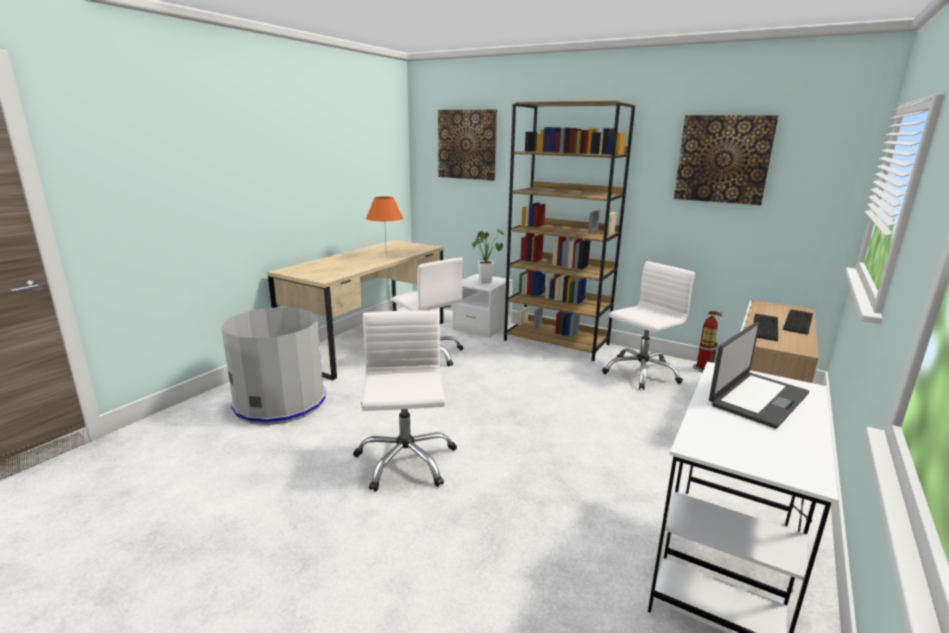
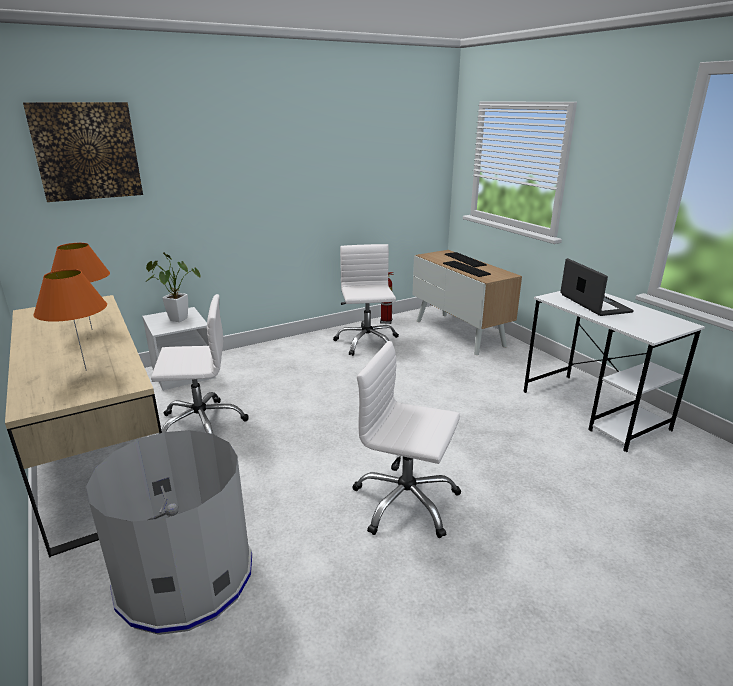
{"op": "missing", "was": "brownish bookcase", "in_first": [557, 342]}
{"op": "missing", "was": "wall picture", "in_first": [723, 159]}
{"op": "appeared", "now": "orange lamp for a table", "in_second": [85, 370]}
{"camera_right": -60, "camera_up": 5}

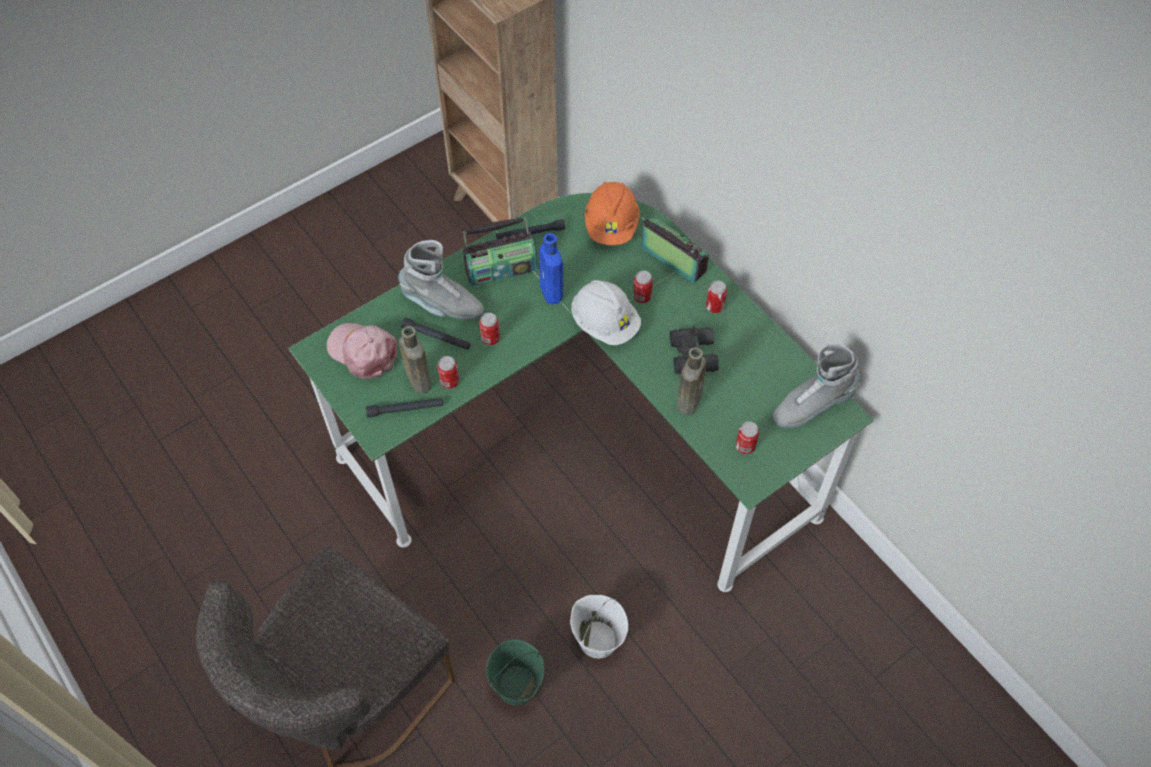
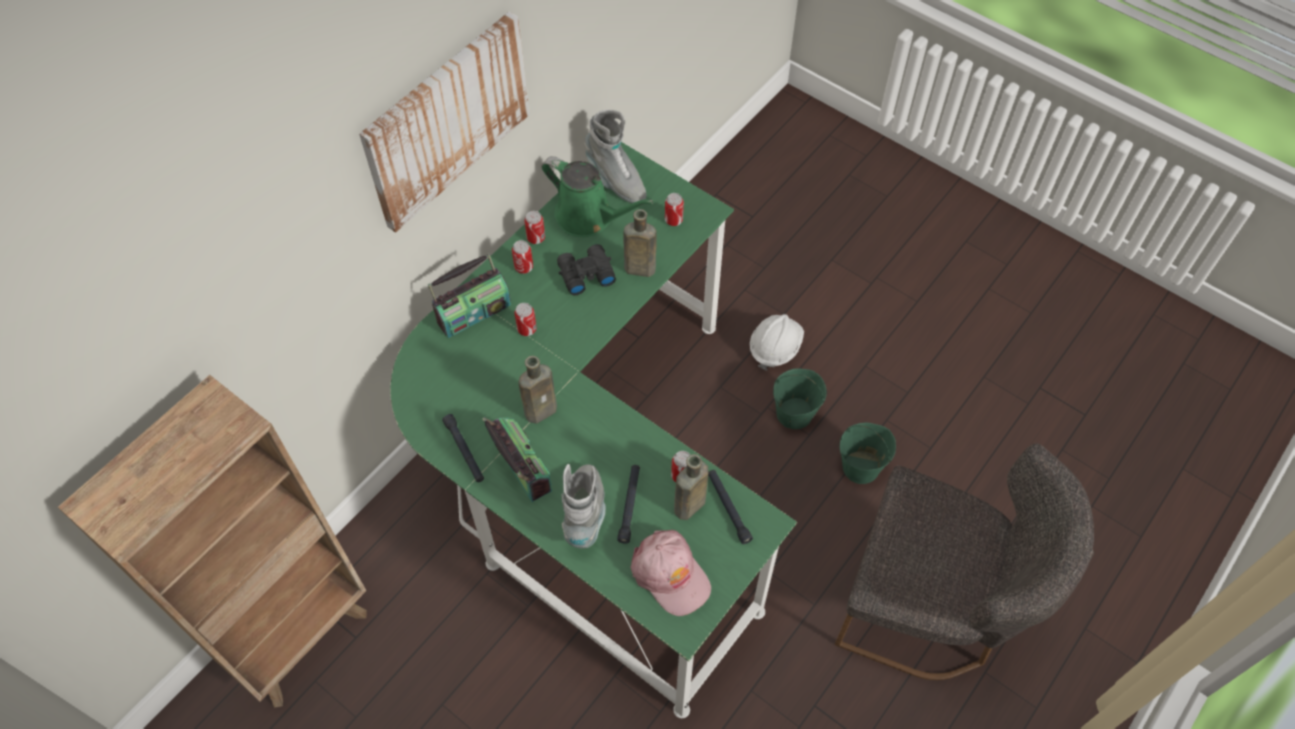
{"op": "spun", "was": "pinkish cap", "in_first": [363, 352], "in_second": [670, 574], "clockwise": -60}
{"op": "relocated", "was": "metal can", "in_first": [490, 339], "in_second": [536, 238]}
{"op": "colour", "was": "bluish beverage bottle", "now": "brownish beverage bottle", "in_first": [552, 294], "in_second": [543, 409]}
{"op": "colour", "was": "white water bucket", "now": "green water bucket", "in_first": [597, 639], "in_second": [794, 414]}
{"op": "relocated", "was": "white hard hat", "in_first": [605, 323], "in_second": [775, 347]}
{"op": "missing", "was": "orange hard hat", "in_first": [611, 225]}
{"op": "spun", "was": "radio receiver", "in_first": [672, 260], "in_second": [473, 312], "clockwise": -150}
{"op": "appeared", "now": "wall picture", "in_second": [447, 120]}
{"op": "appeared", "now": "green watering can", "in_second": [589, 217]}
{"camera_right": -105, "camera_up": 0}

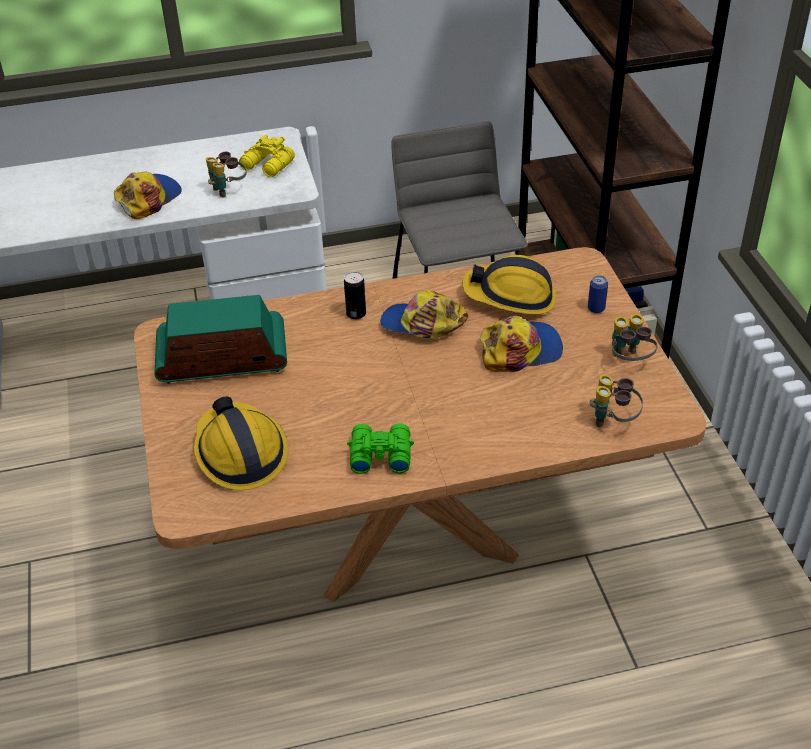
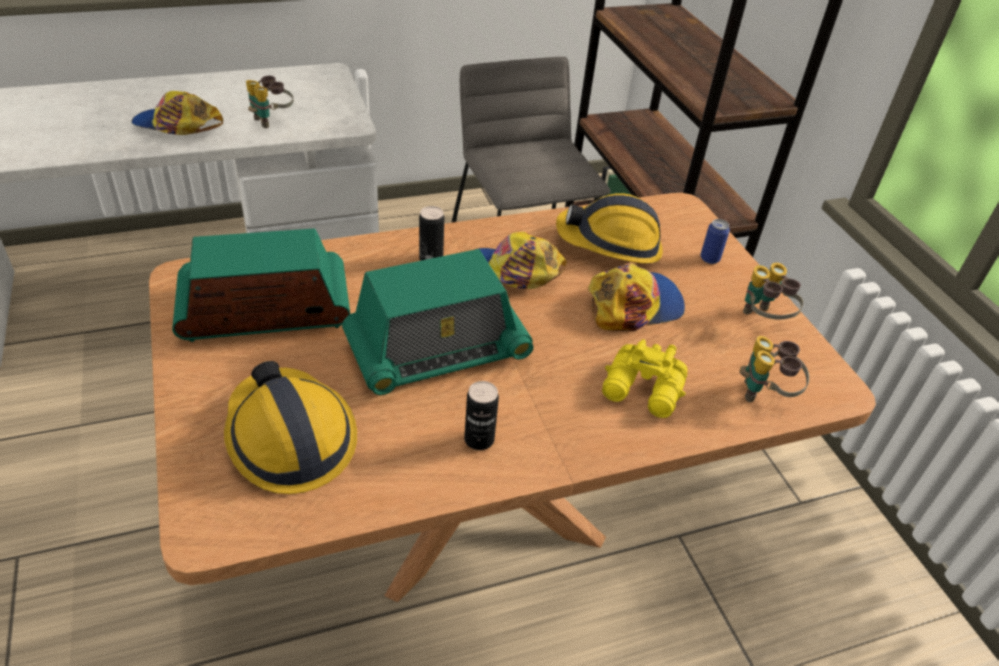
{"op": "spun", "was": "cap", "in_first": [148, 198], "in_second": [177, 126], "clockwise": -105}
{"op": "relocated", "was": "yellow-coloured field glasses", "in_first": [267, 166], "in_second": [643, 391]}
{"op": "exchanged", "was": "green field glasses", "now": "metal can", "in_first": [379, 454], "in_second": [479, 439]}
{"op": "appeared", "now": "radio receiver", "in_second": [437, 350]}
{"camera_right": -10, "camera_up": 0}

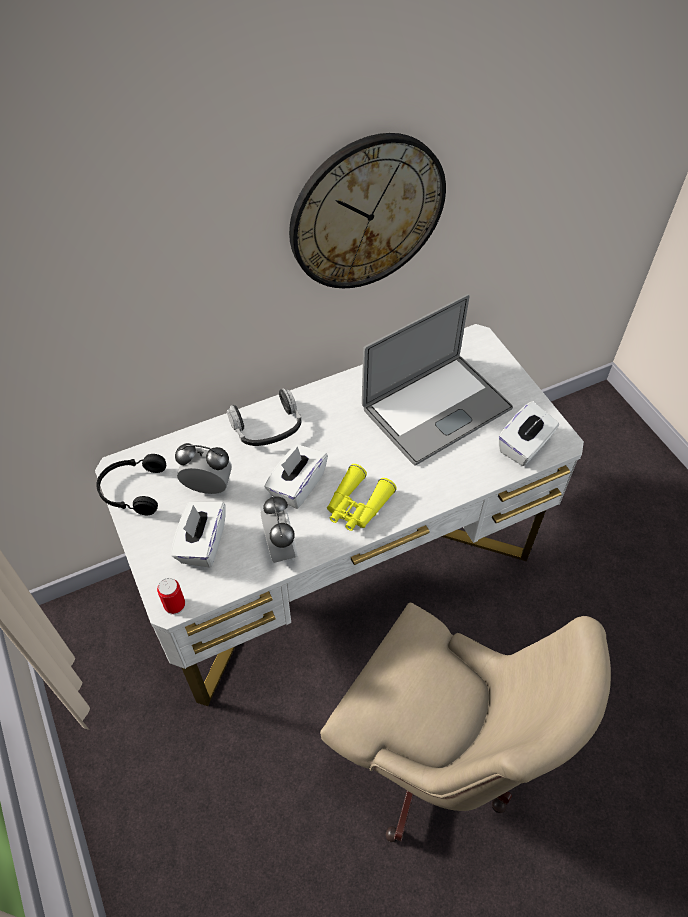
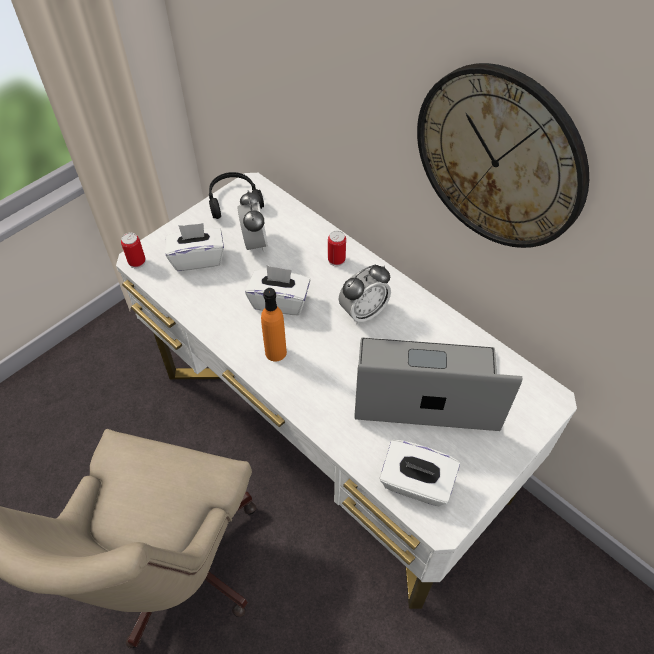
{"op": "exchanged", "was": "headset", "now": "metal can", "in_first": [267, 426], "in_second": [336, 260]}
{"op": "relocated", "was": "table clock", "in_first": [281, 549], "in_second": [363, 312]}
{"op": "exchanged", "was": "yellow-coloured field glasses", "now": "orange beverage bottle", "in_first": [357, 505], "in_second": [275, 352]}
{"op": "spun", "was": "laptop", "in_first": [436, 408], "in_second": [426, 386], "clockwise": 150}
{"camera_right": 70, "camera_up": 0}

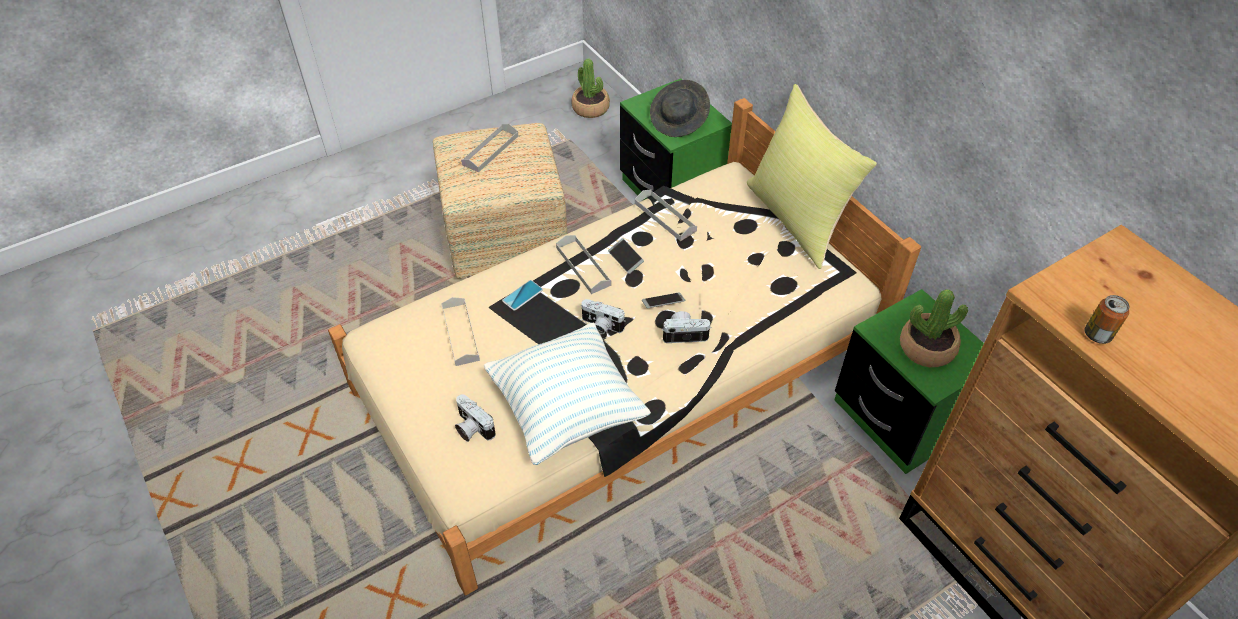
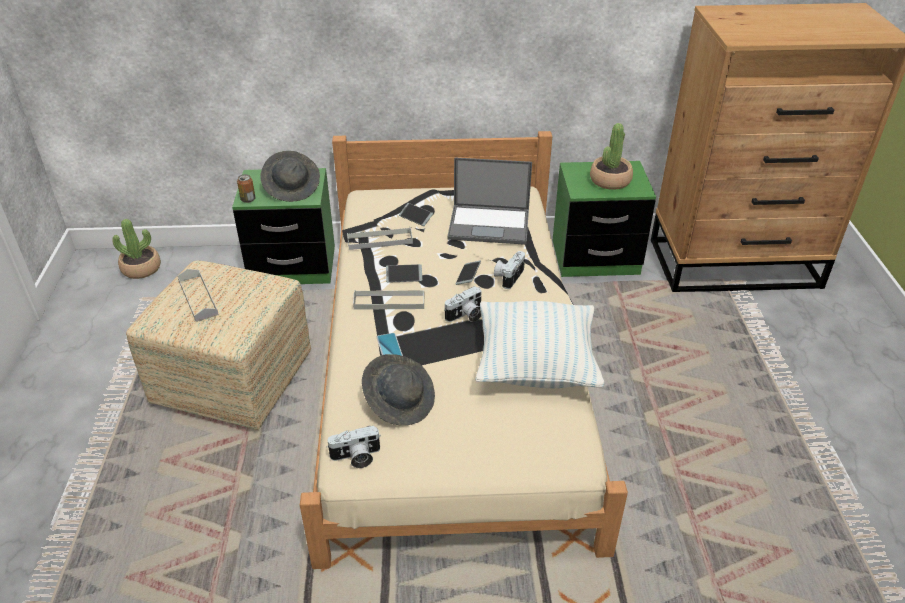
{"op": "exchanged", "was": "greyish serving tray", "now": "greyish wearable hat", "in_first": [460, 334], "in_second": [400, 401]}
{"op": "relocated", "was": "photo camera", "in_first": [472, 428], "in_second": [356, 457]}
{"op": "missing", "was": "yellow-coloured pillow", "in_first": [797, 219]}
{"op": "relocated", "was": "metal can", "in_first": [1097, 335], "in_second": [248, 199]}
{"op": "appeared", "now": "phone", "in_second": [416, 217]}
{"op": "appeared", "now": "laptop", "in_second": [490, 224]}
{"camera_right": -60, "camera_up": -10}

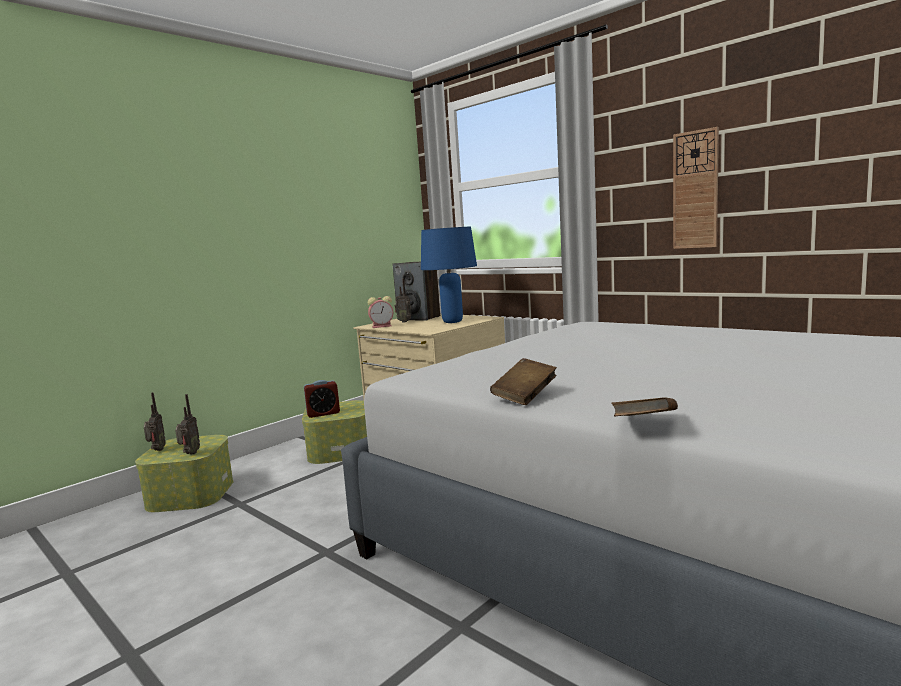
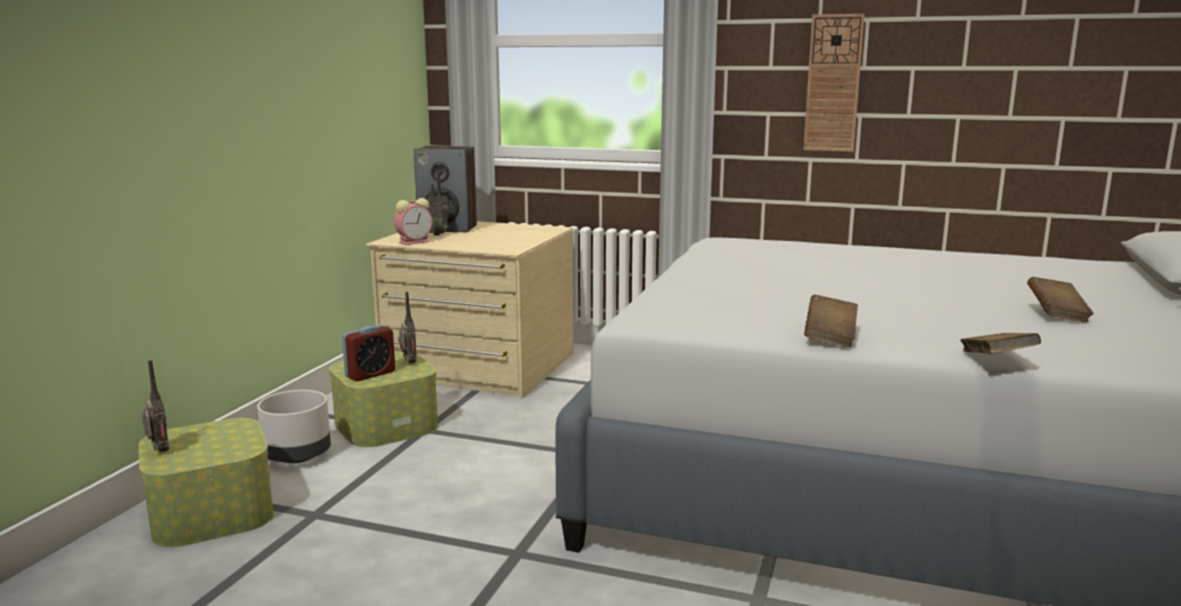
{"op": "relocated", "was": "radio receiver", "in_first": [189, 454], "in_second": [408, 363]}
{"op": "missing", "was": "bluish lamp for a table", "in_first": [452, 322]}
{"op": "appeared", "now": "greyish planter", "in_second": [298, 456]}
{"op": "appeared", "now": "brownish volume", "in_second": [1056, 315]}
{"camera_right": -25, "camera_up": 5}

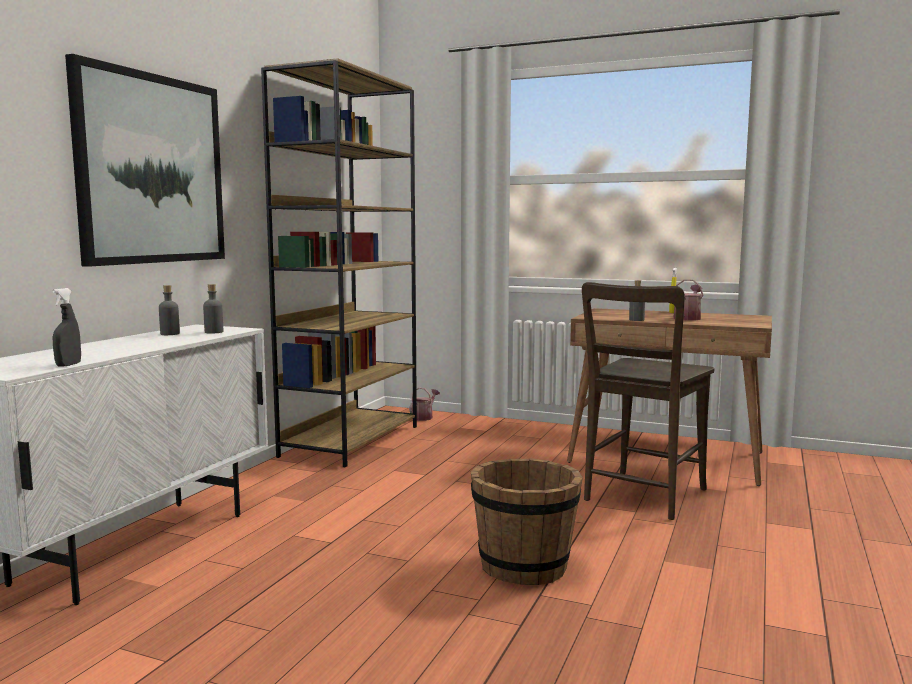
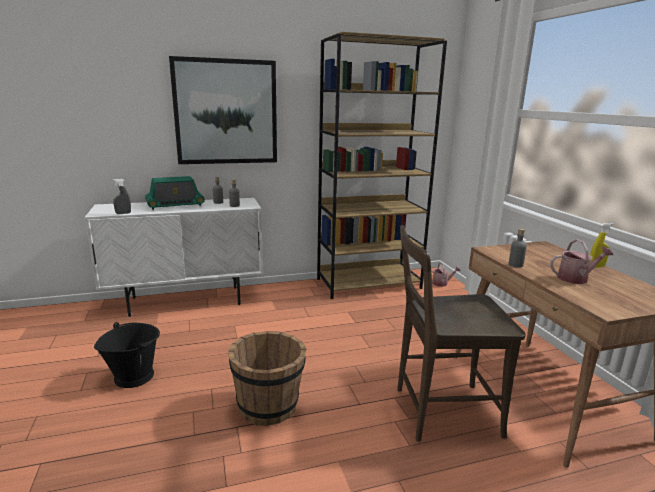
{"op": "appeared", "now": "blackish water bucket", "in_second": [134, 376]}
{"op": "appeared", "now": "radio receiver", "in_second": [175, 205]}
{"camera_right": 50, "camera_up": 10}

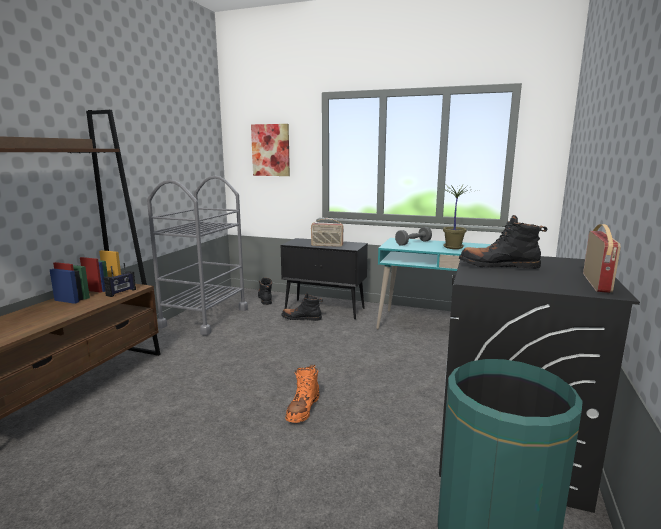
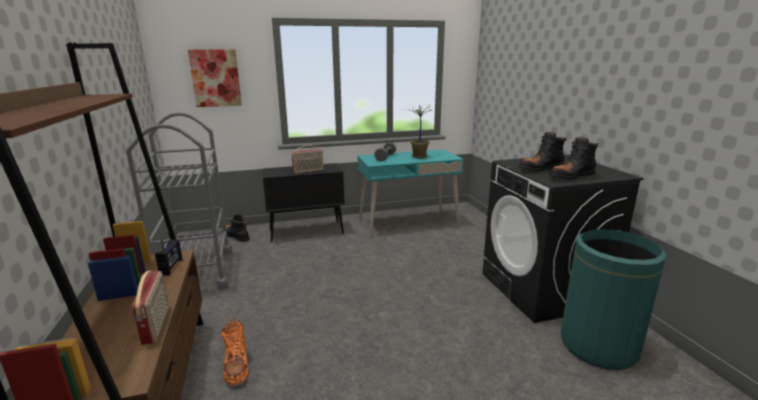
{"op": "relocated", "was": "blackish high-top boot", "in_first": [301, 318], "in_second": [571, 176]}
{"op": "relocated", "was": "orange high-top boot", "in_first": [303, 409], "in_second": [236, 365]}
{"op": "relocated", "was": "radio receiver", "in_first": [597, 283], "in_second": [157, 324]}
{"camera_right": -35, "camera_up": 5}

